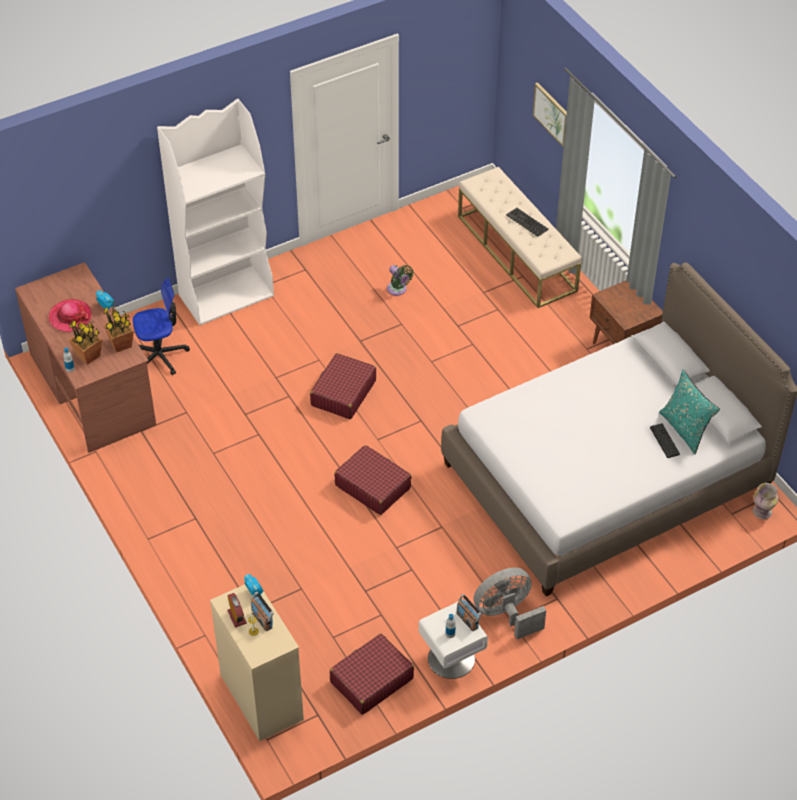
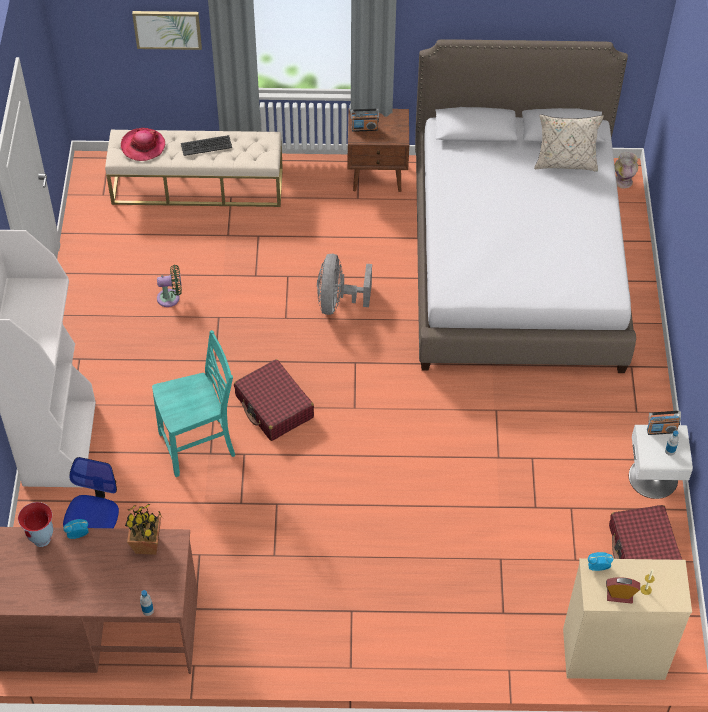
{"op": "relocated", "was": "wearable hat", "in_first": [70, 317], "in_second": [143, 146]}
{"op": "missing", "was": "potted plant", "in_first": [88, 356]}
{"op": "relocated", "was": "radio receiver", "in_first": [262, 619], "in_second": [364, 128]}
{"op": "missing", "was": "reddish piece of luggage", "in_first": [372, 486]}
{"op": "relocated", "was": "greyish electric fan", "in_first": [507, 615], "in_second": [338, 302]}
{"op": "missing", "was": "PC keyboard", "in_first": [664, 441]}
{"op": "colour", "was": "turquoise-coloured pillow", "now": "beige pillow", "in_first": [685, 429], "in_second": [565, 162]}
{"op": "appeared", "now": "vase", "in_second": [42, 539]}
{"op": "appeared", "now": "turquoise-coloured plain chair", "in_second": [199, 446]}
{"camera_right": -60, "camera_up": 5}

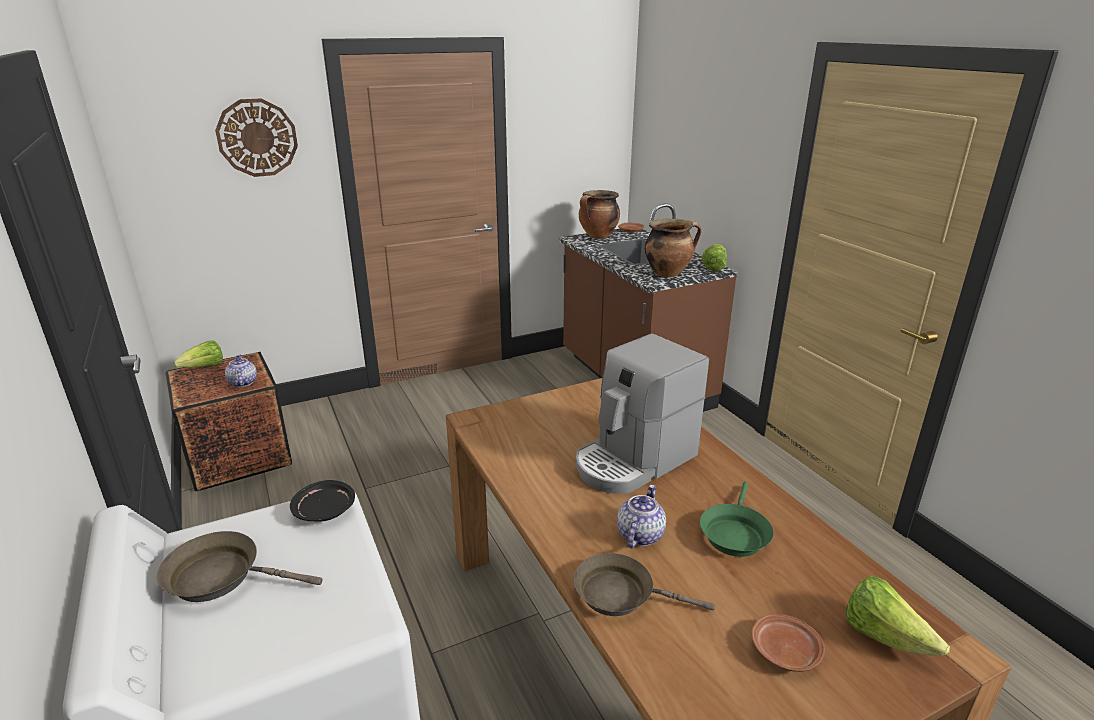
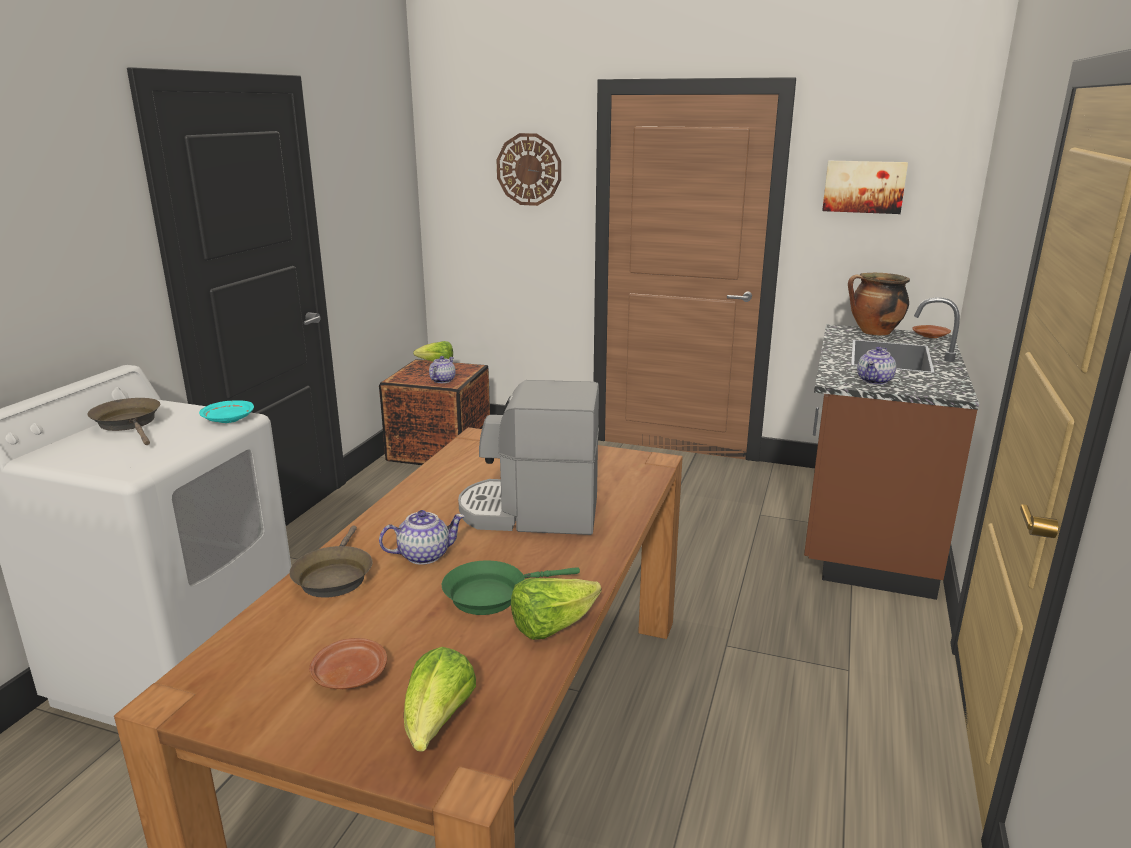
{"op": "colour", "was": "blackish dinner plate", "now": "turquoise-coloured dinner plate", "in_first": [324, 510], "in_second": [228, 419]}
{"op": "spun", "was": "brownish pan", "in_first": [620, 594], "in_second": [334, 576], "clockwise": -150}
{"op": "exchanged", "was": "saucepot", "now": "teapot", "in_first": [668, 273], "in_second": [875, 381]}
{"op": "relocated", "was": "lettuce", "in_first": [714, 267], "in_second": [552, 626]}
{"op": "appeared", "now": "wall picture", "in_second": [864, 186]}
{"camera_right": 45, "camera_up": -5}

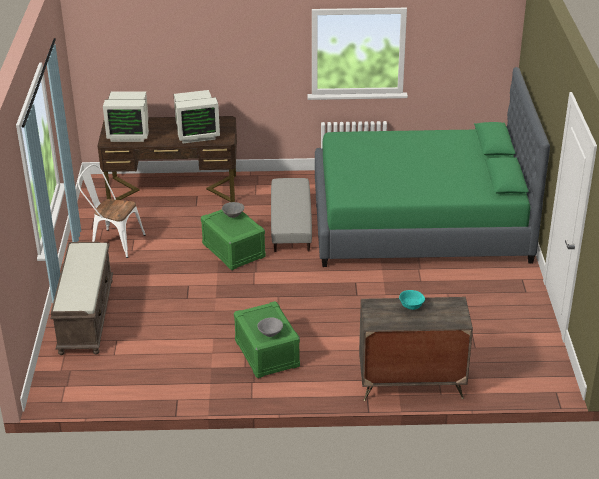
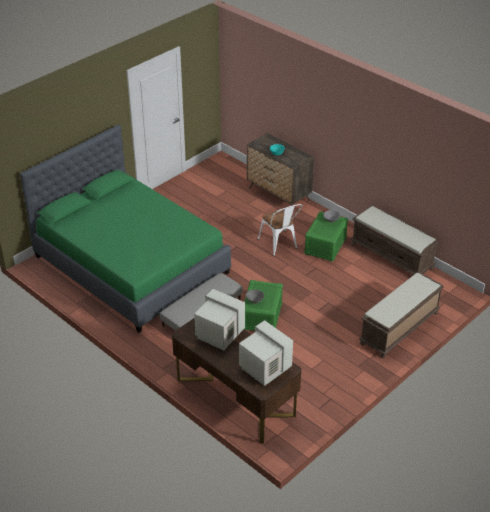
{"op": "relocated", "was": "white plain chair", "in_first": [113, 241], "in_second": [280, 245]}
{"op": "appeared", "now": "brownish long seat", "in_second": [392, 256]}
{"camera_right": -135, "camera_up": 5}

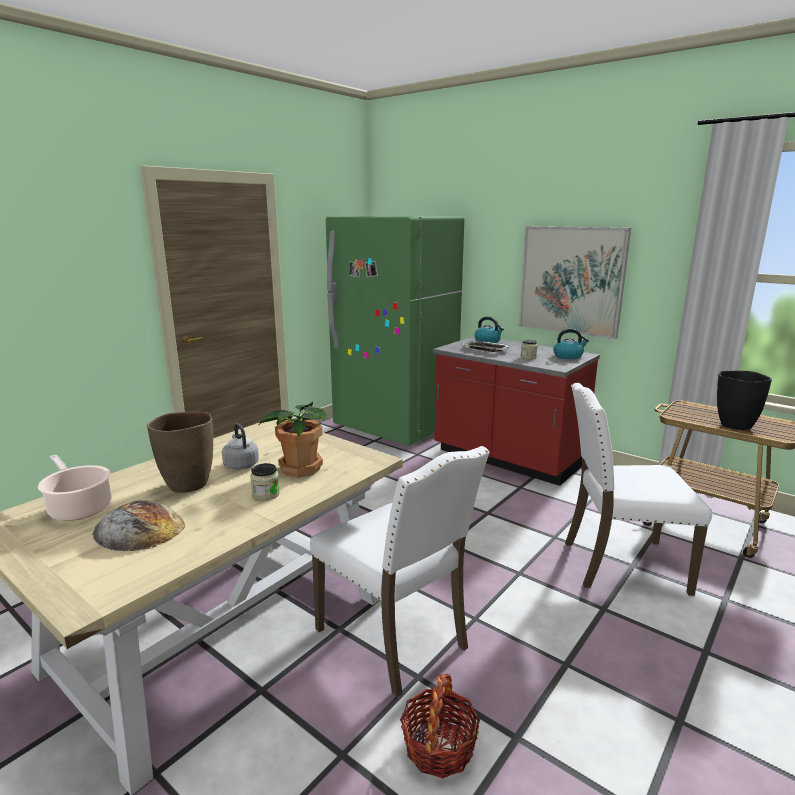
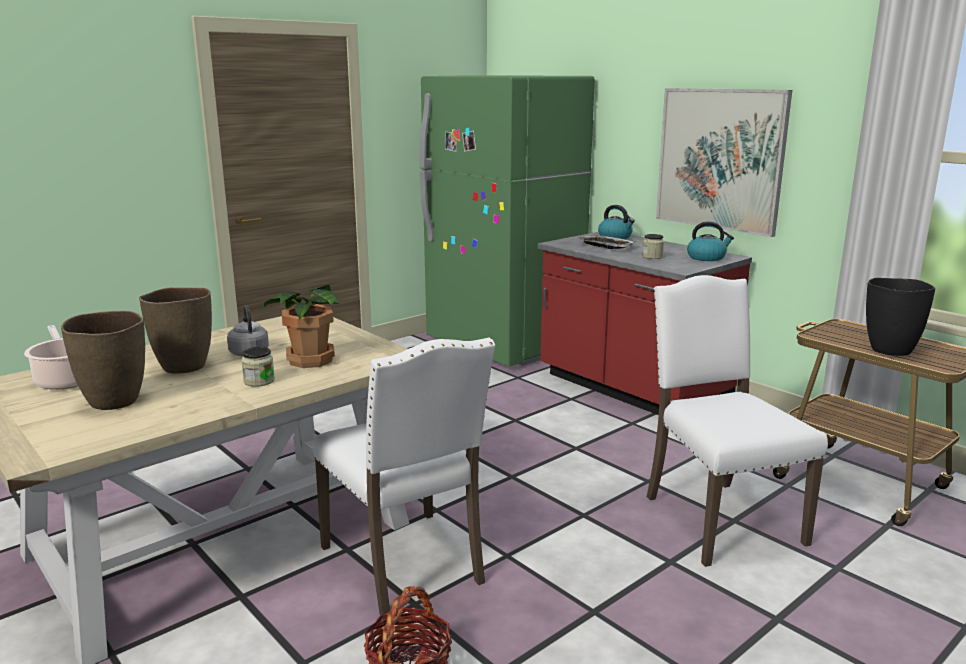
{"op": "exchanged", "was": "bakery bread", "now": "brownish vase", "in_first": [139, 529], "in_second": [115, 402]}
{"op": "spun", "was": "white plain chair", "in_first": [620, 565], "in_second": [718, 518], "clockwise": 60}
{"camera_right": 10, "camera_up": 0}

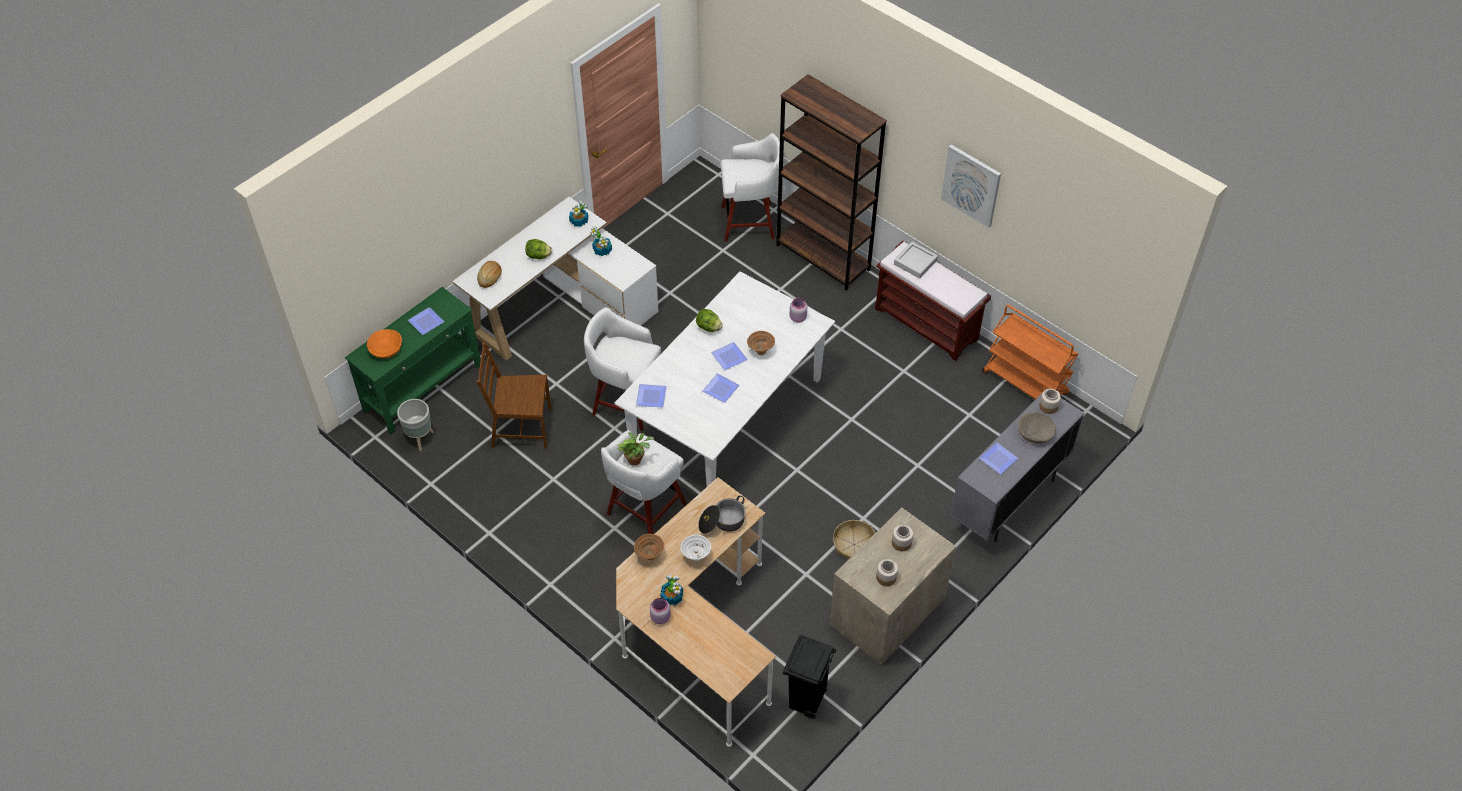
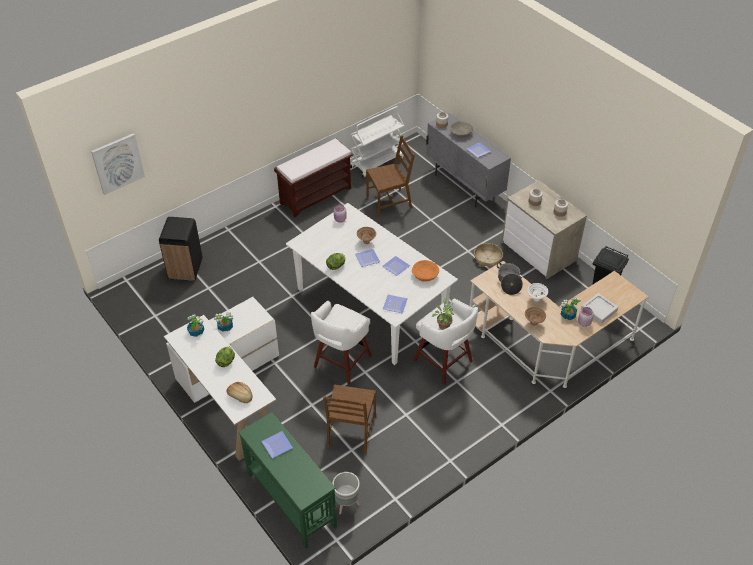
{"op": "relocated", "was": "orange deep dish", "in_first": [386, 349], "in_second": [425, 275]}
{"op": "exchanged", "was": "white stool", "now": "blackish waste bin", "in_first": [750, 222], "in_second": [186, 269]}
{"op": "missing", "was": "brownish bookcase", "in_first": [823, 257]}
{"op": "relocated", "was": "greyish serving tray", "in_first": [915, 262], "in_second": [599, 310]}
{"op": "relocated", "was": "wall picture", "in_first": [971, 185], "in_second": [118, 163]}
{"op": "colour", "was": "orange trolley", "now": "white trolley", "in_first": [1025, 383], "in_second": [377, 162]}
{"op": "appeared", "now": "brownish plain chair", "in_second": [389, 202]}
{"camera_right": -80, "camera_up": -5}

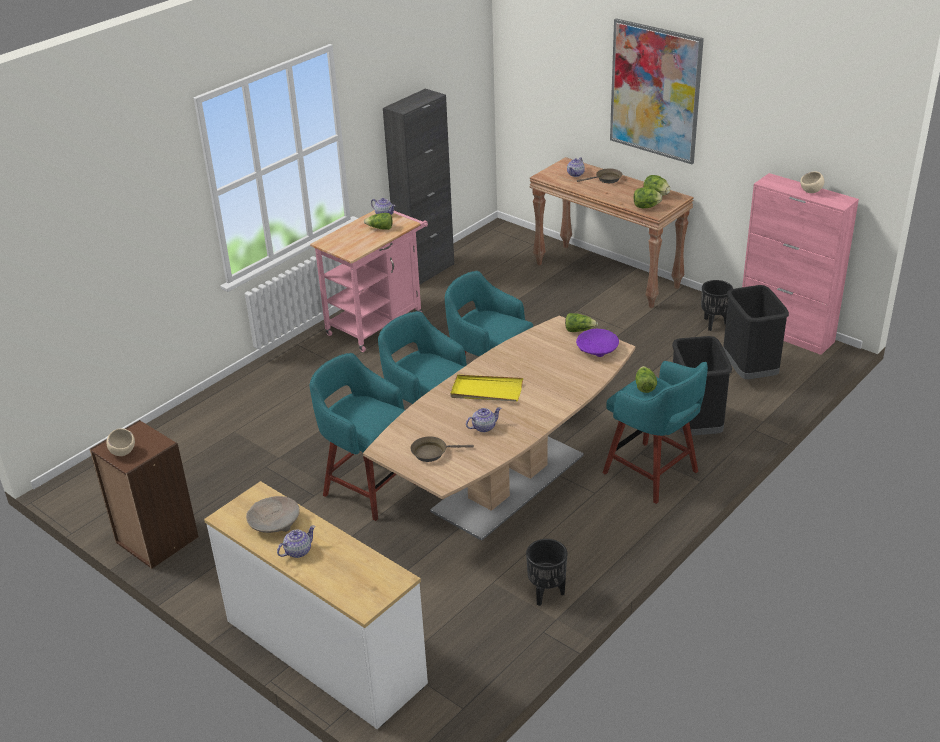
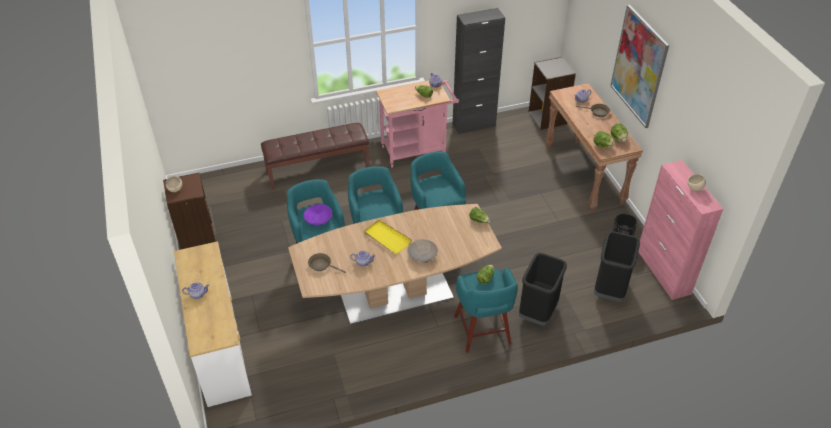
{"op": "relocated", "was": "beige deep dish", "in_first": [274, 523], "in_second": [422, 255]}
{"op": "missing", "was": "blackish planter", "in_first": [546, 594]}
{"op": "relocated", "was": "purple-coloured deep dish", "in_first": [597, 350], "in_second": [318, 219]}
{"op": "appeared", "now": "brownish long seat", "in_second": [317, 169]}
{"op": "appeared", "now": "greyish bookcase", "in_second": [548, 118]}
{"camera_right": 30, "camera_up": 10}

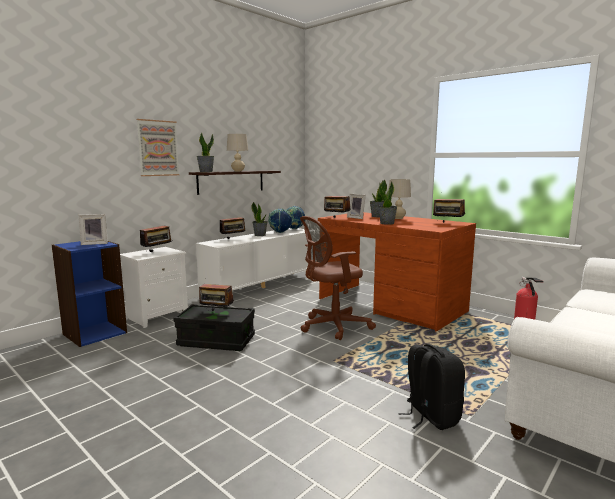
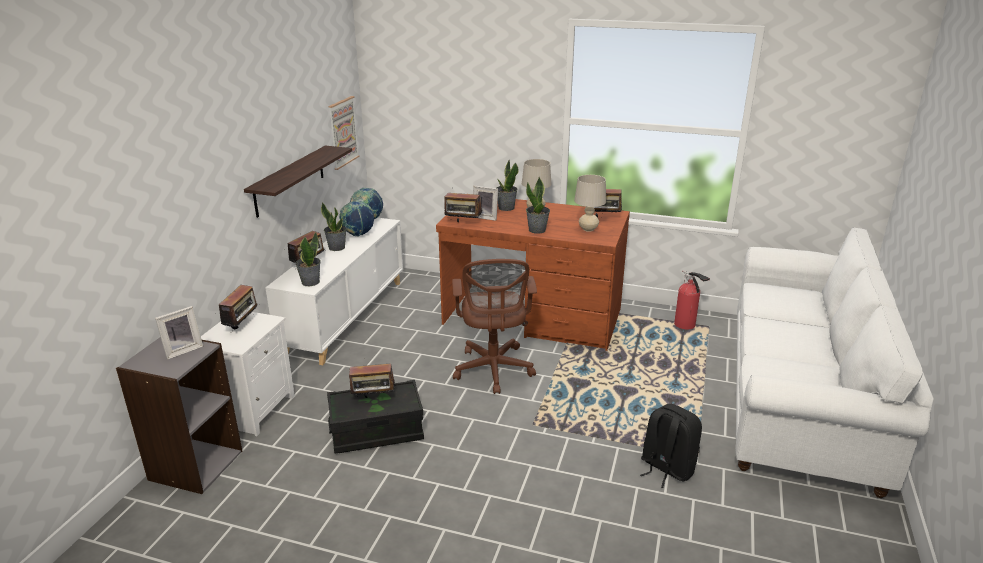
{"op": "colour", "was": "bluish bookcase", "now": "greyish bookcase", "in_first": [94, 333], "in_second": [195, 465]}
{"op": "relocated", "was": "wall picture", "in_first": [158, 148], "in_second": [343, 132]}
{"op": "relocated", "was": "potted plant", "in_first": [206, 172], "in_second": [310, 282]}
{"op": "relocated", "was": "beige lamp for a table", "in_first": [238, 171], "in_second": [588, 229]}
{"op": "spun", "was": "brownish office chair", "in_first": [332, 326], "in_second": [493, 371], "clockwise": -45}
{"camera_right": -25, "camera_up": 15}

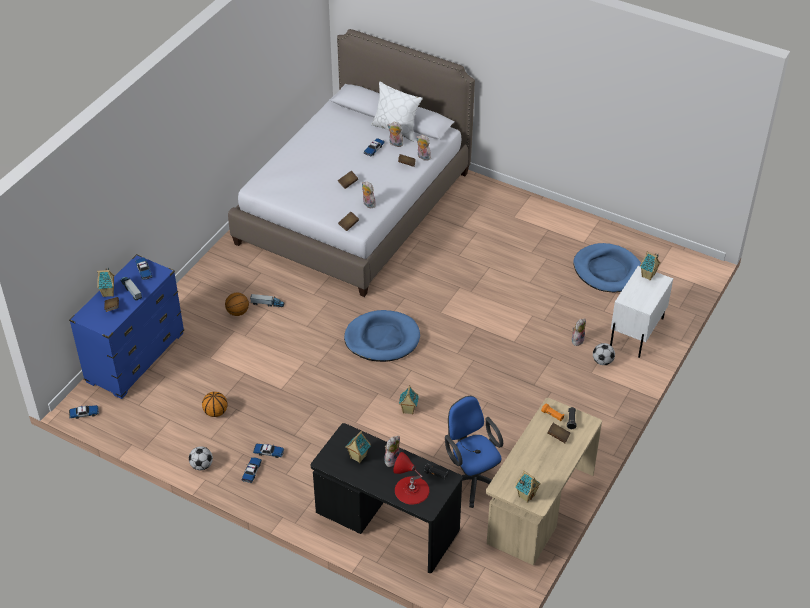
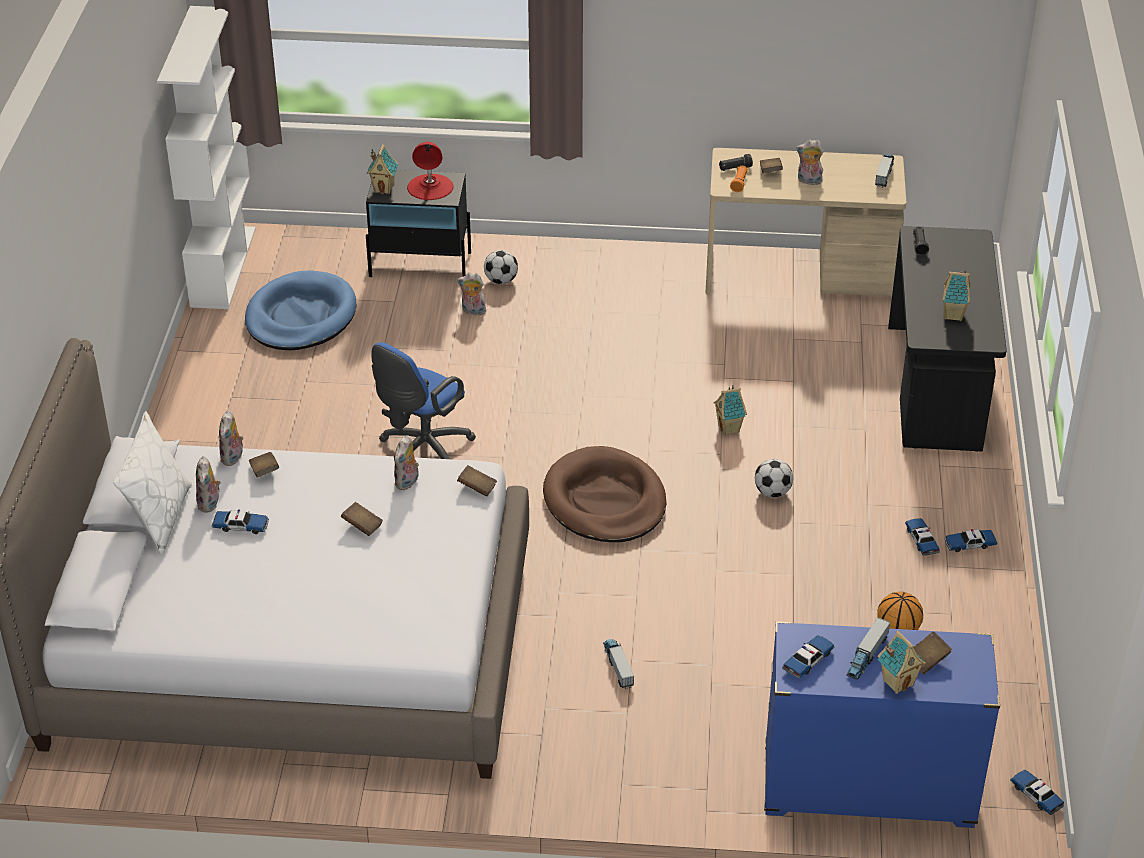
{"op": "relocated", "was": "ball for football", "in_first": [201, 465], "in_second": [772, 492]}
{"op": "missing", "was": "ball for basketball", "in_first": [238, 312]}
{"op": "colour", "was": "bluish dog bed", "now": "brownish dog bed", "in_first": [382, 339], "in_second": [605, 501]}
{"op": "relocated", "was": "soft toy", "in_first": [391, 459], "in_second": [808, 181]}
{"op": "relocated", "was": "reddish lamp for a table", "in_first": [411, 490], "in_second": [430, 187]}
{"op": "relocated", "was": "bluish office chair", "in_first": [472, 479], "in_second": [422, 451]}
{"op": "exchanged", "was": "model house", "now": "model truck", "in_first": [526, 495], "in_second": [884, 174]}
{"op": "colour", "was": "white night table", "now": "blackish night table", "in_first": [636, 332], "in_second": [421, 264]}
{"op": "appeared", "now": "white bookcase", "in_second": [222, 266]}
{"camera_right": -115, "camera_up": -5}

